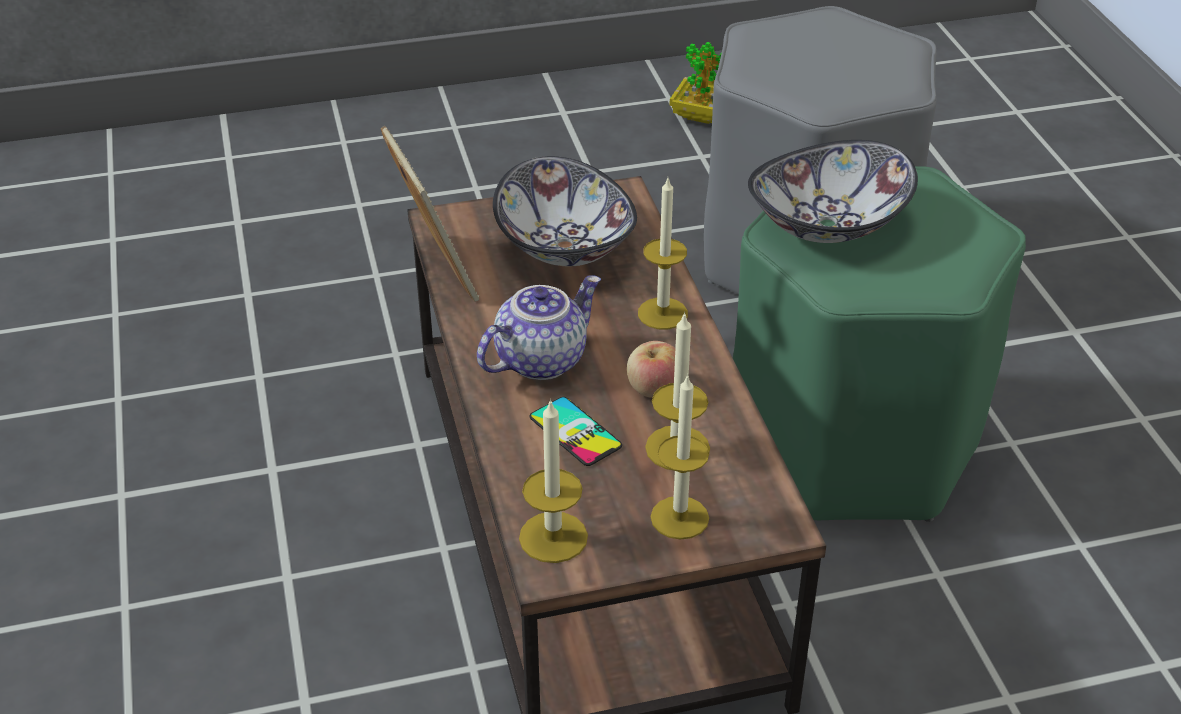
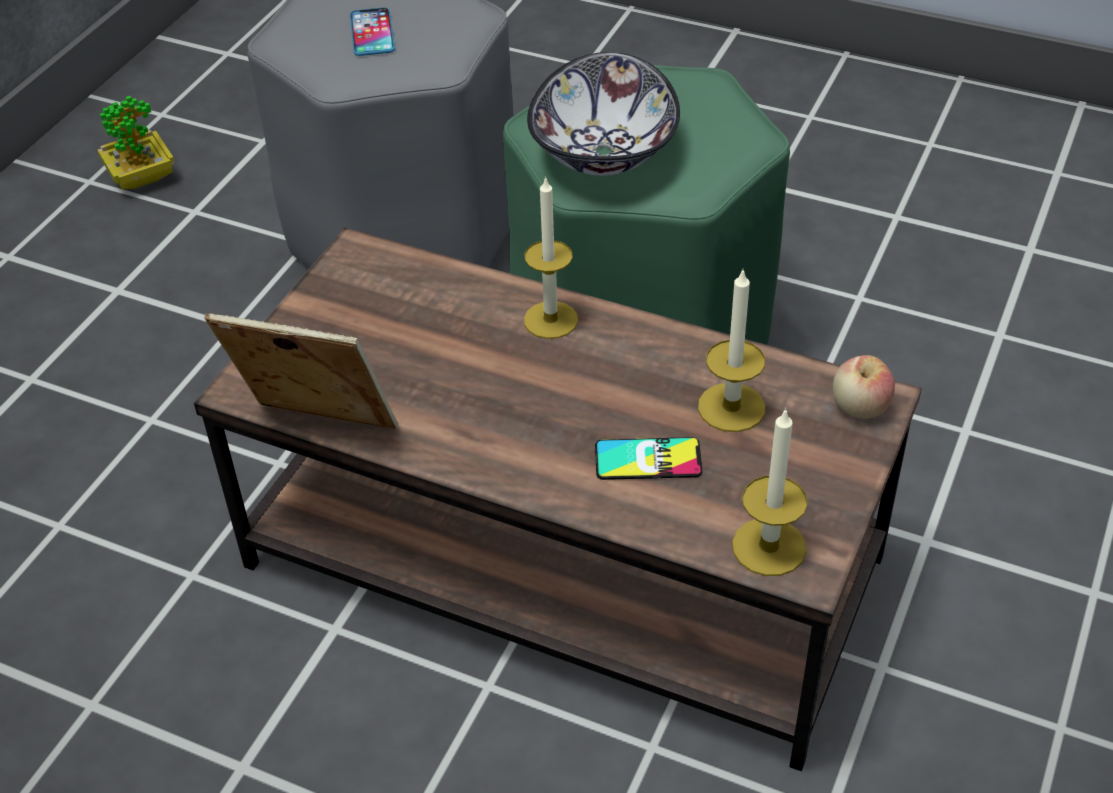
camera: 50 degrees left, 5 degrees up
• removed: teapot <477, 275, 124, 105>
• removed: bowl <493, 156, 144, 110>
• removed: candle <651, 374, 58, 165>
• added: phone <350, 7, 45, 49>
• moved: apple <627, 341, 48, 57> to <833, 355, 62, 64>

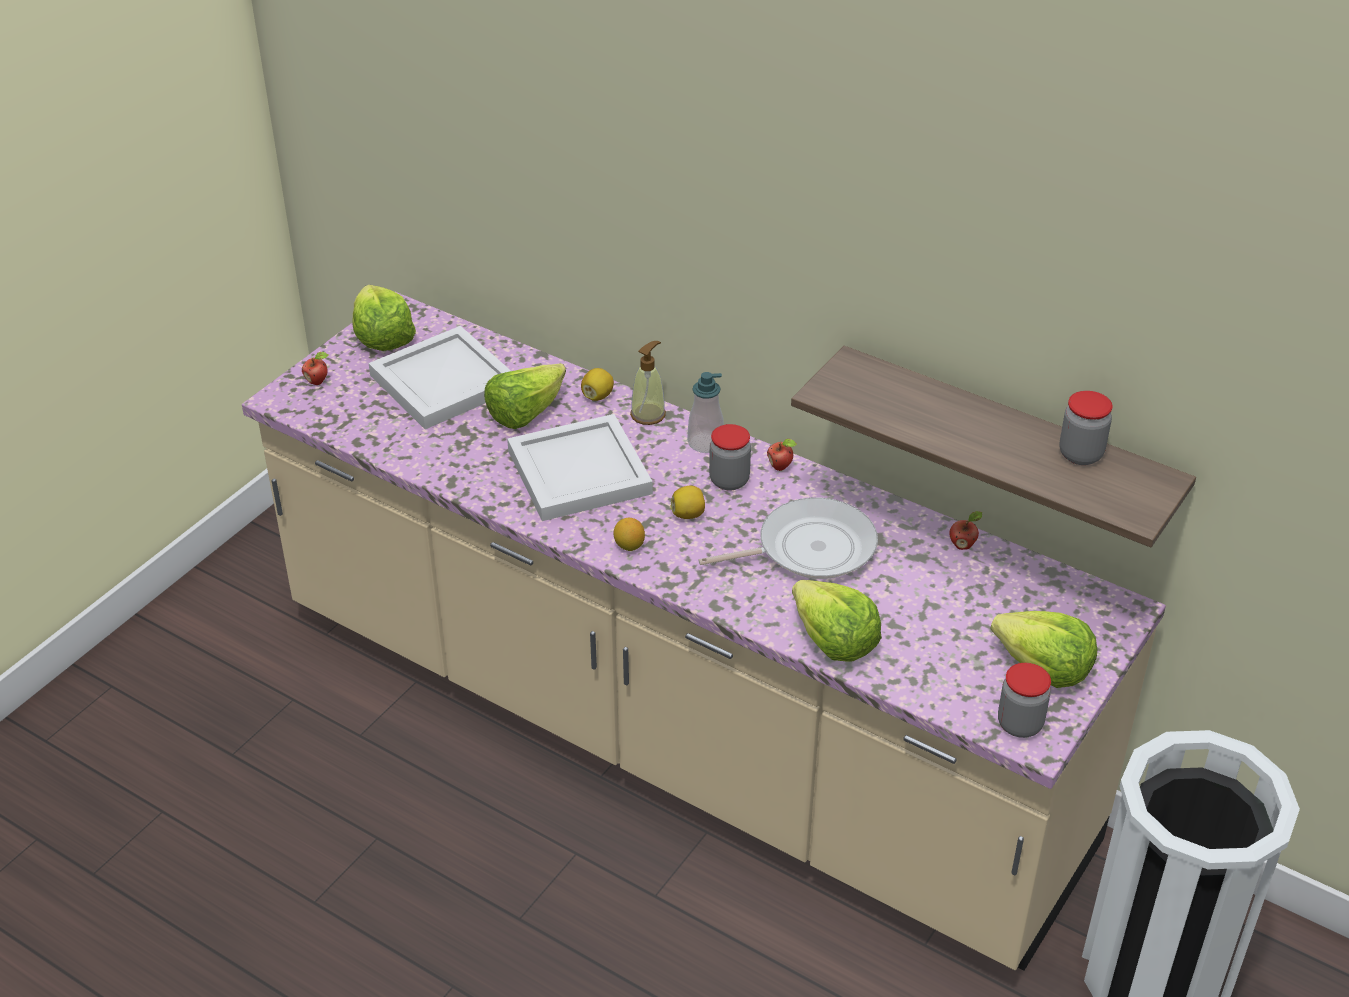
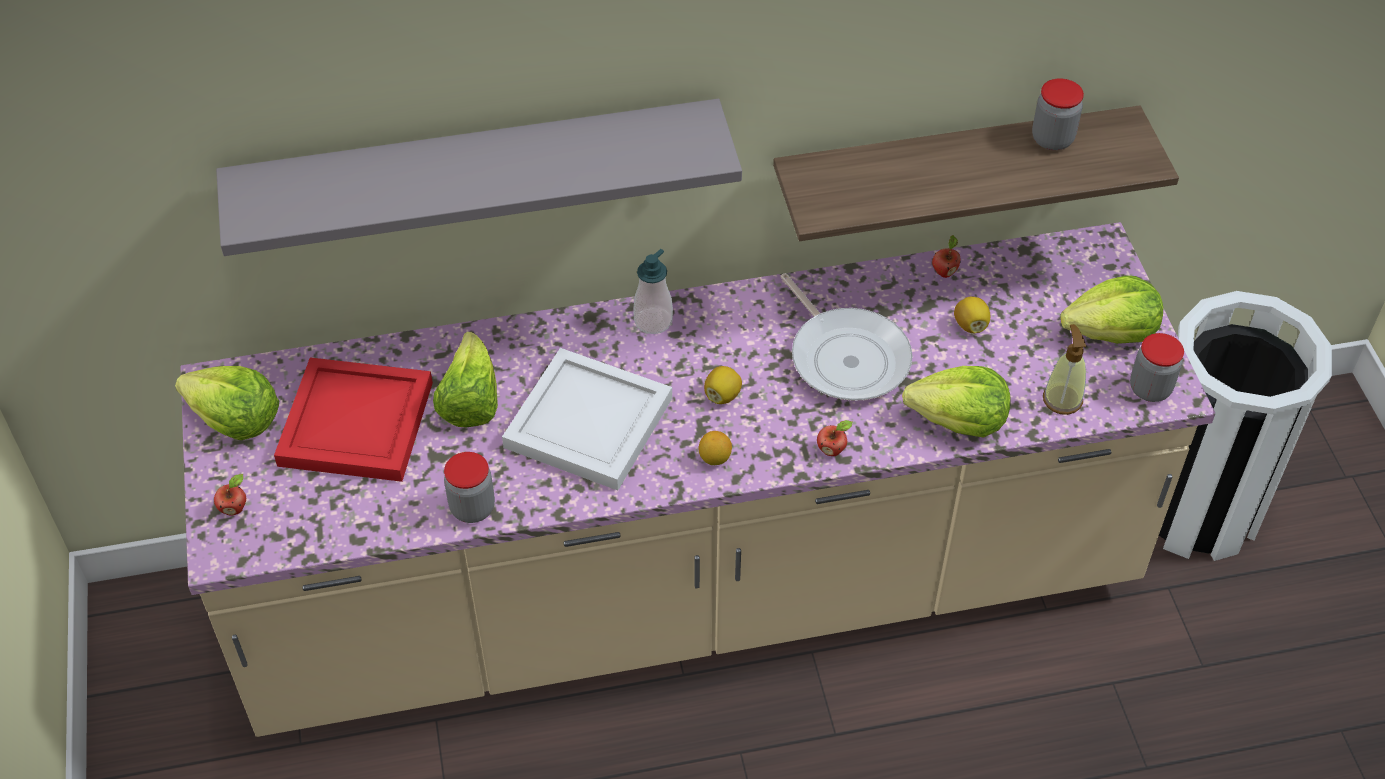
camera: 45 degrees left, 10 degrees up
• added: grey shelf <216, 99, 526, 157>
• moved: lemon <581, 368, 33, 33> to <954, 297, 36, 36>
• moved: soap dispenser <630, 341, 36, 84> to <1043, 324, 43, 91>
• moved: jar <709, 424, 42, 66> to <444, 452, 51, 71>
• moved: apple <767, 439, 30, 32> to <817, 420, 36, 36>
• recoloured: white tray <368, 326, 143, 103> to red tray <274, 357, 159, 125>
• turned: frying pan <698, 497, 180, 82> = <780, 273, 133, 128> 120 degrees clockwise

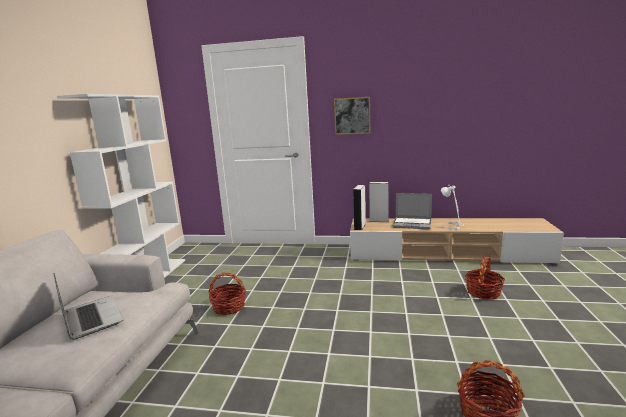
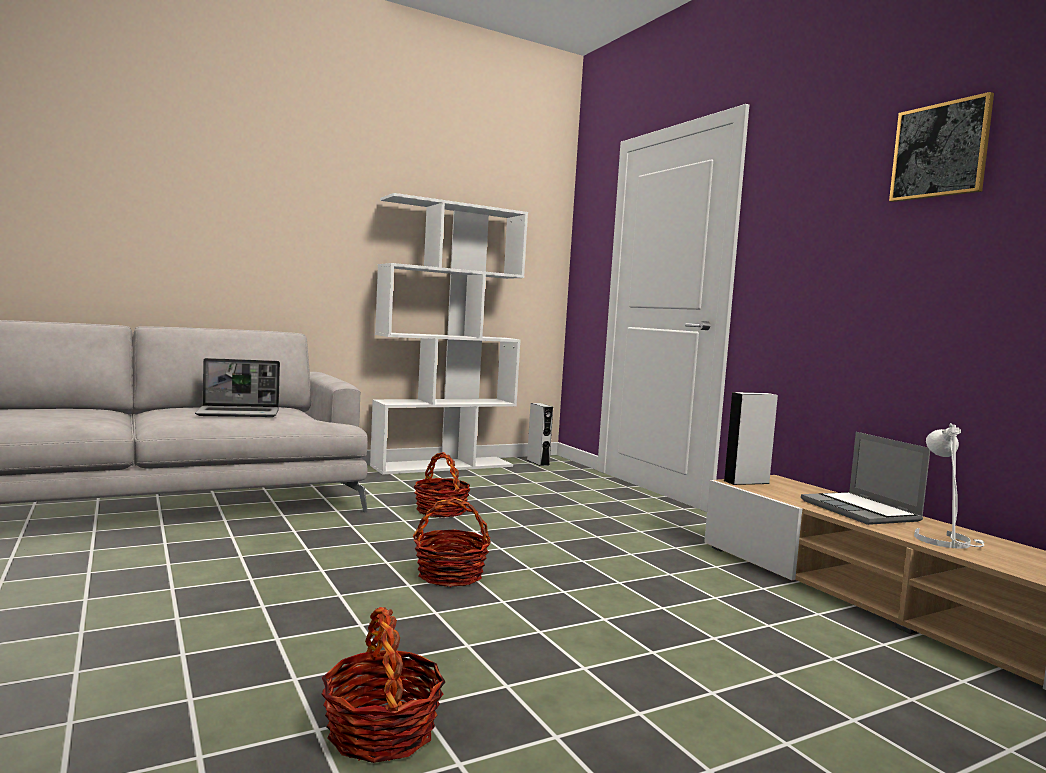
camera: 50 degrees right, 10 degrees down
• moved: picture <334, 97, 36, 38> to <889, 92, 105, 110>
• moved: grey speaker <369, 182, 20, 40> to <527, 403, 26, 63>
• moved: basket <465, 257, 40, 43> to <413, 498, 78, 89>
• turned: laptop <54, 273, 69, 67> = <195, 358, 85, 59> 60 degrees clockwise

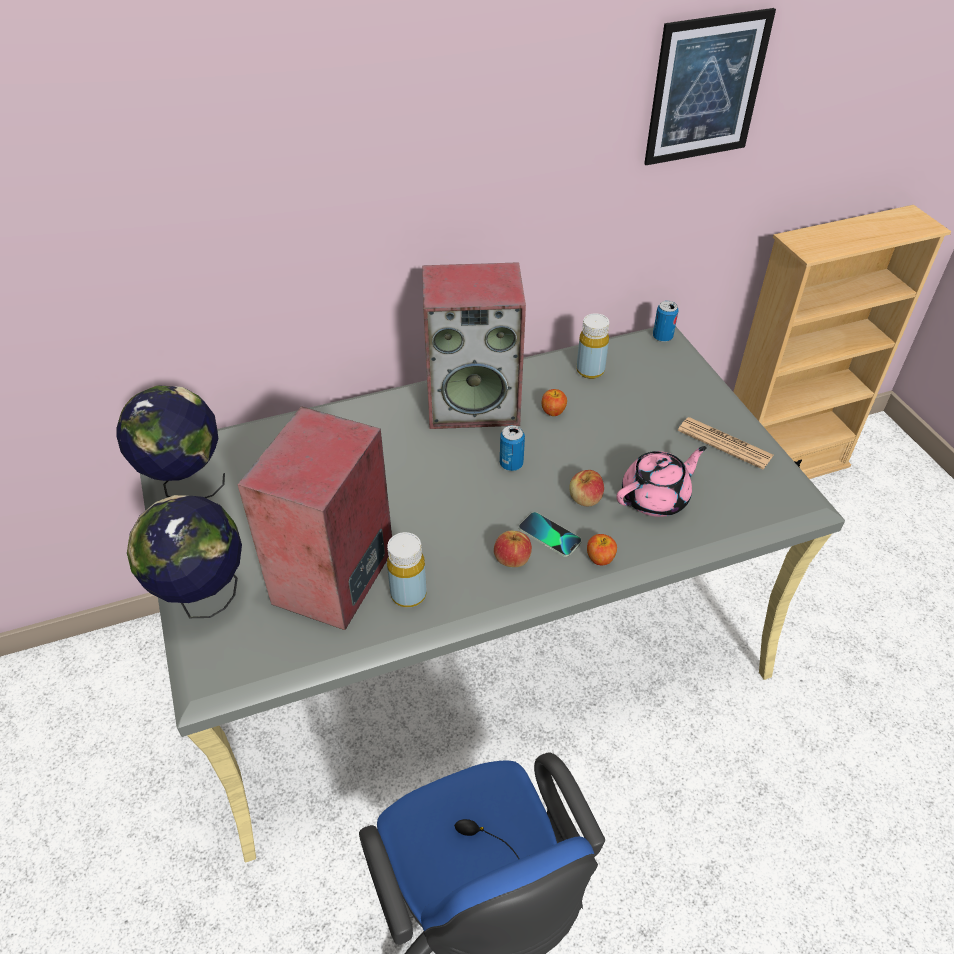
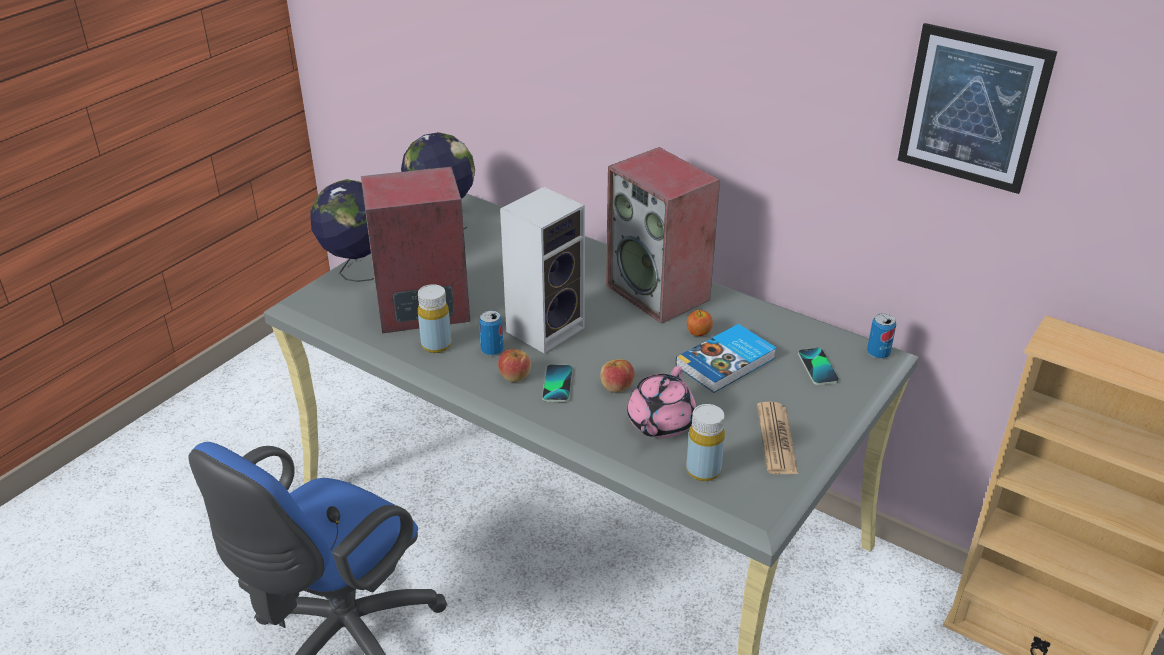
camera: 55 degrees right, 10 degrees down
• removed: apple <587, 534, 30, 31>
• added: speaker <500, 187, 85, 167>
• added: book <675, 324, 102, 69>
• added: phone <798, 348, 41, 37>
• moved: can <500, 425, 25, 46> to <479, 310, 25, 46>
• moved: yellow bottle <577, 313, 32, 66> to <686, 404, 39, 77>
• turned: pink teapot <616, 446, 91, 71> = <627, 366, 69, 72> 90 degrees clockwise

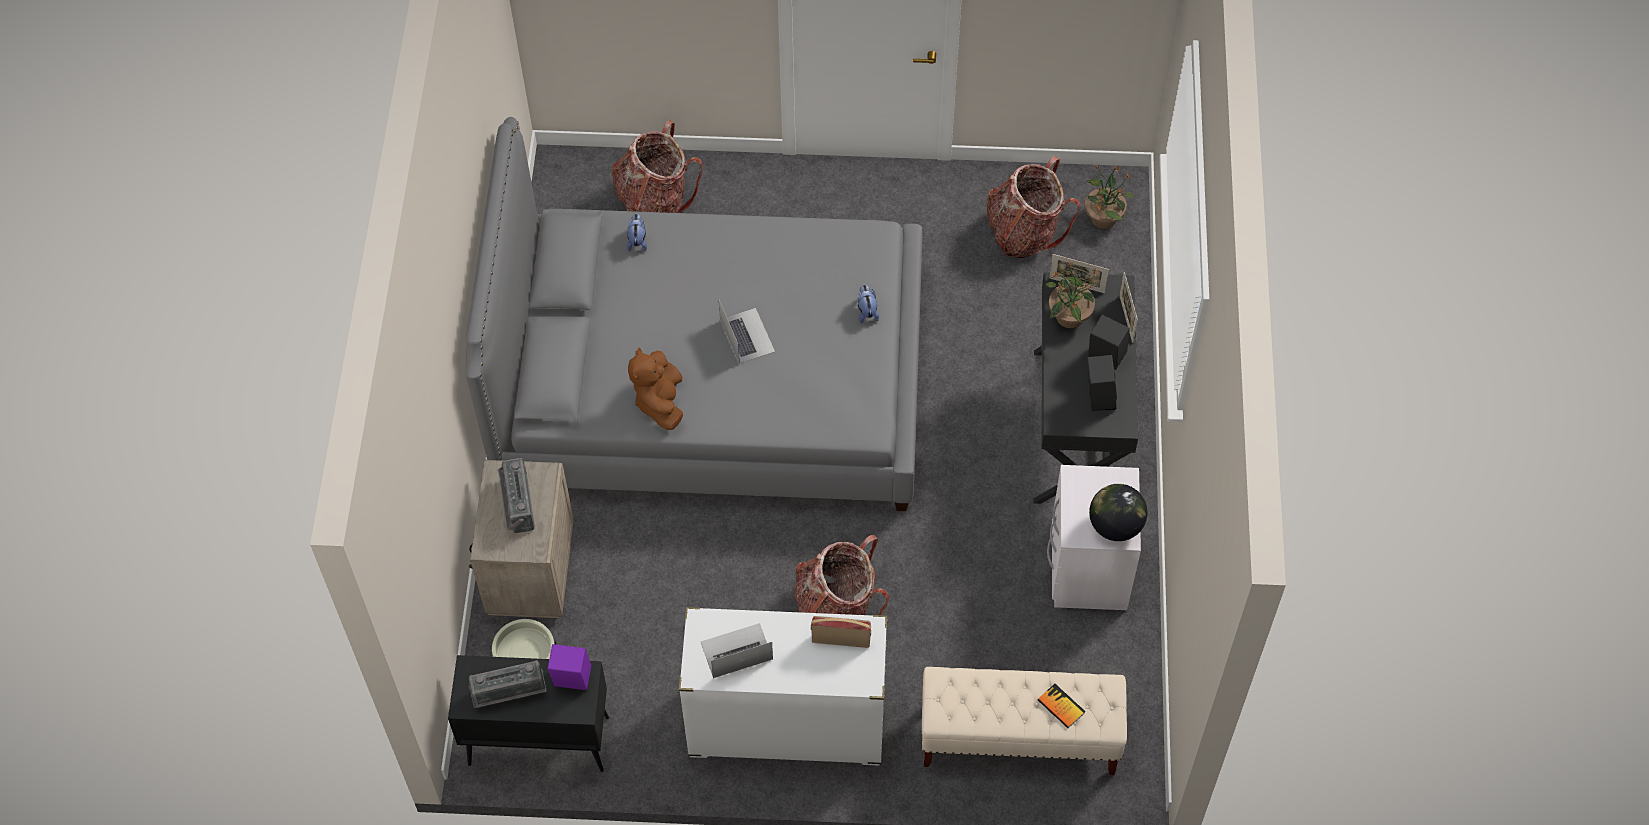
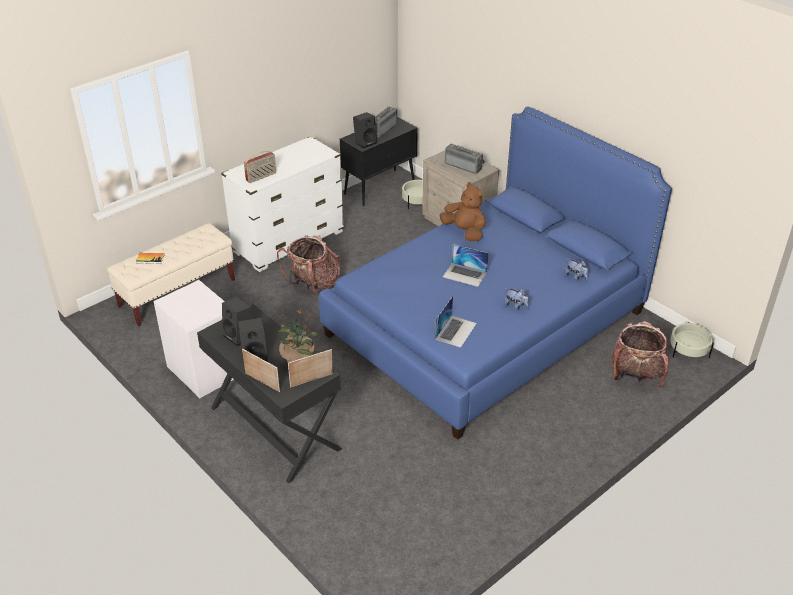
camera: 135 degrees right, 20 degrees down
• removed: backpack <987, 156, 93, 102>
• removed: potted plant <1084, 165, 50, 64>
• removed: globe <1089, 484, 58, 57>
• added: beige planter <670, 322, 44, 36>
• moved: laptop <701, 623, 72, 55> to <435, 296, 42, 52>
• moved: plush toy <858, 285, 21, 39> to <504, 288, 25, 22>
• recoloured: grey bed <466, 117, 457, 394> to blue bed <319, 107, 353, 333>
• recoloured: purple speaker <547, 644, 45, 46> to black speaker <353, 112, 24, 36>

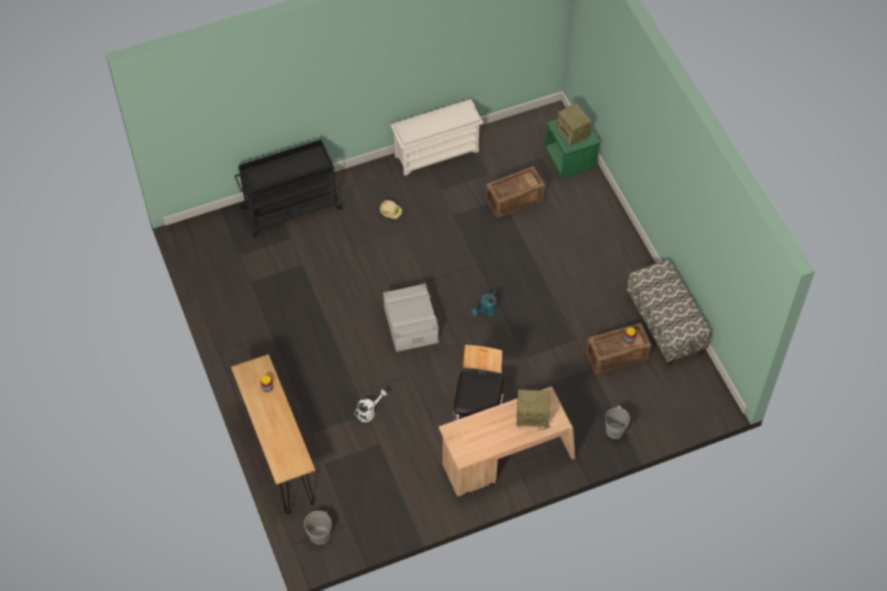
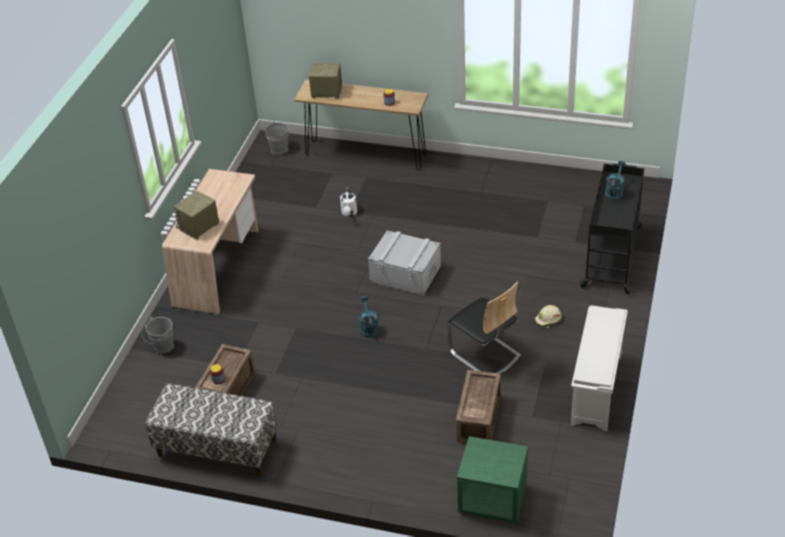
camera: 130 degrees right, 15 degrees down
• added: turquoise watering can <605, 161, 21, 39>
• moved: chair <453, 345, 51, 76> to <447, 281, 74, 93>
• moved: radio <556, 103, 36, 43> to <309, 63, 33, 36>

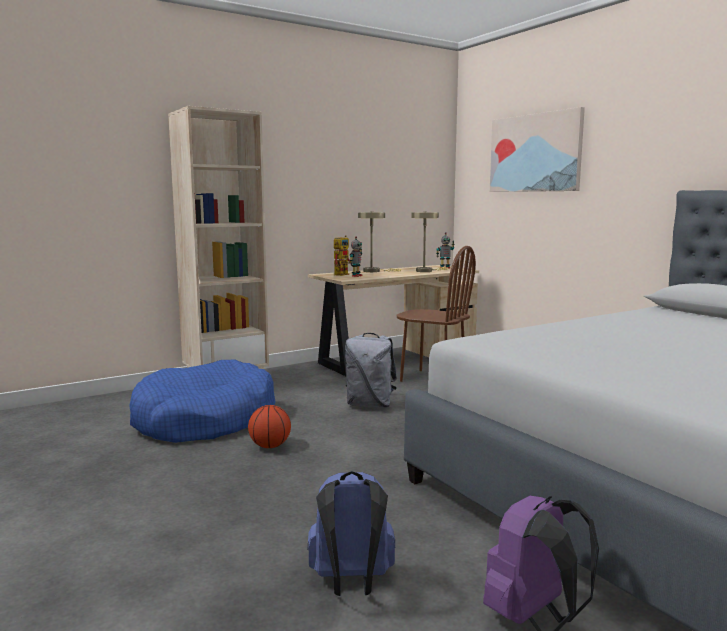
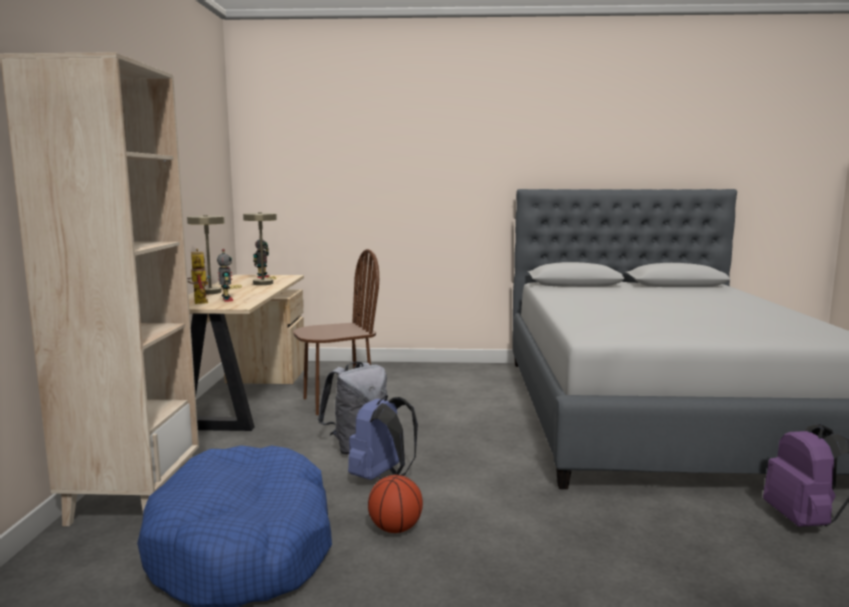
camera: 55 degrees left, 0 degrees up
• removed: picture <490, 107, 95, 85>
• moved: blue backpack <307, 471, 88, 125> to <348, 395, 70, 85>

